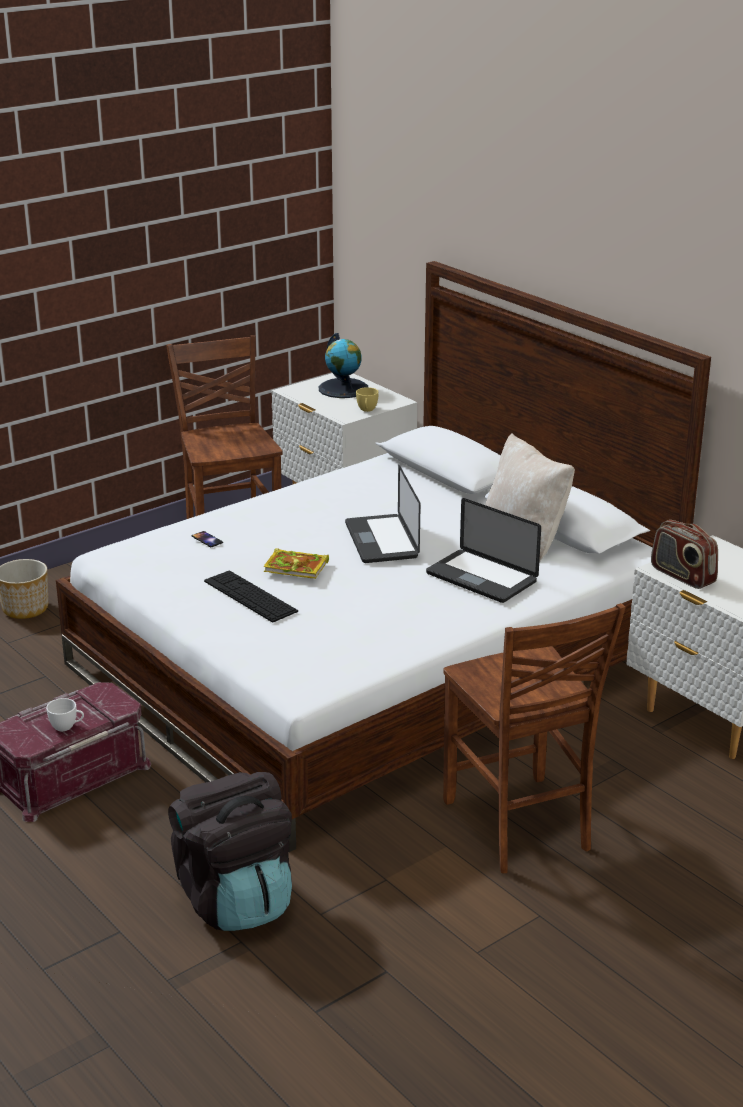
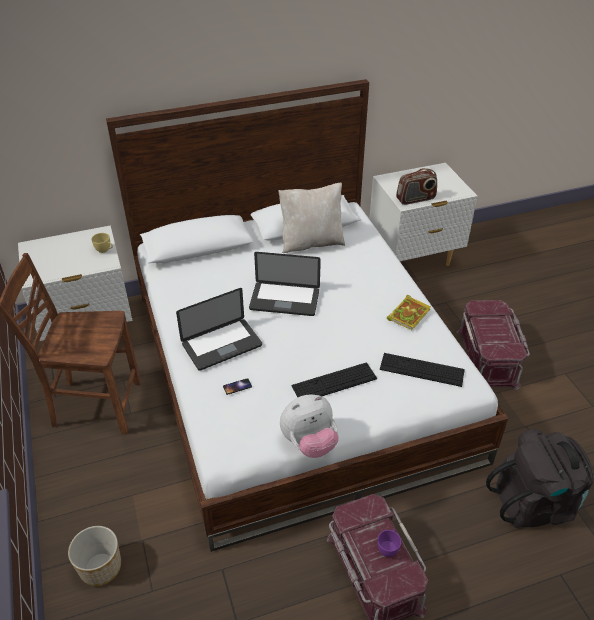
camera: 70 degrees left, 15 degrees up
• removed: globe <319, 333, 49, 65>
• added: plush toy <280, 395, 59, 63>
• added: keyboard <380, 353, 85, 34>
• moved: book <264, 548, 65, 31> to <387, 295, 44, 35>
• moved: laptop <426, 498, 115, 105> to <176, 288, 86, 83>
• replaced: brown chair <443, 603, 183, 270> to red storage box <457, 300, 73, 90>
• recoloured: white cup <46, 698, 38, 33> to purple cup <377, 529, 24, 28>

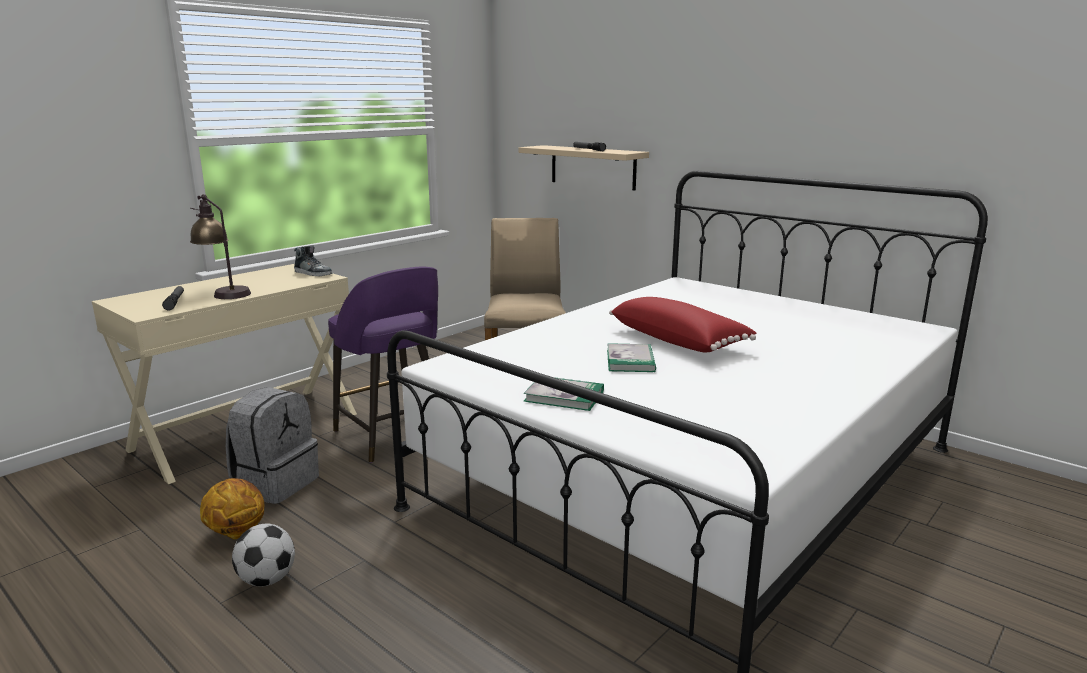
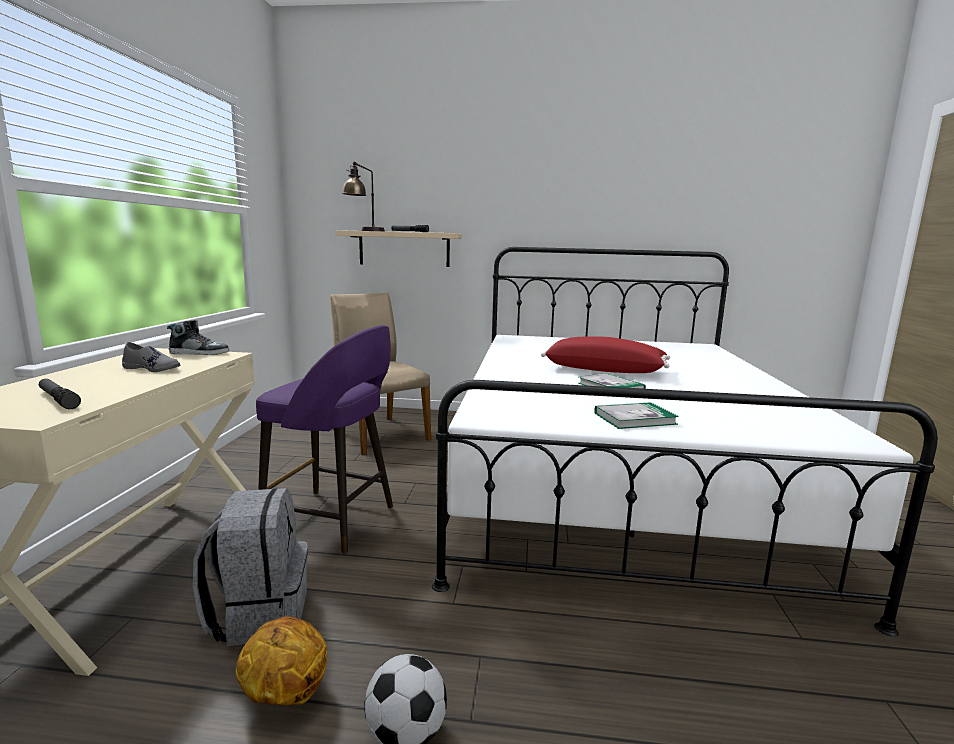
camera: 35 degrees left, 5 degrees down
• added: grey shoe <122, 342, 58, 30>
• moved: table lamp <190, 194, 61, 105> to <342, 162, 43, 69>

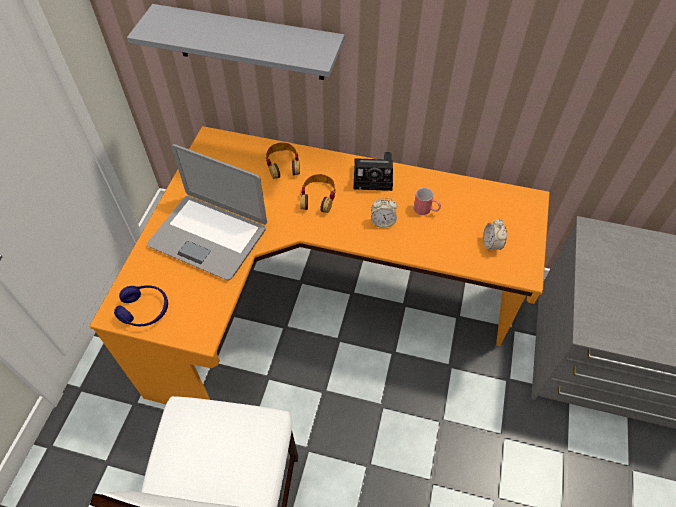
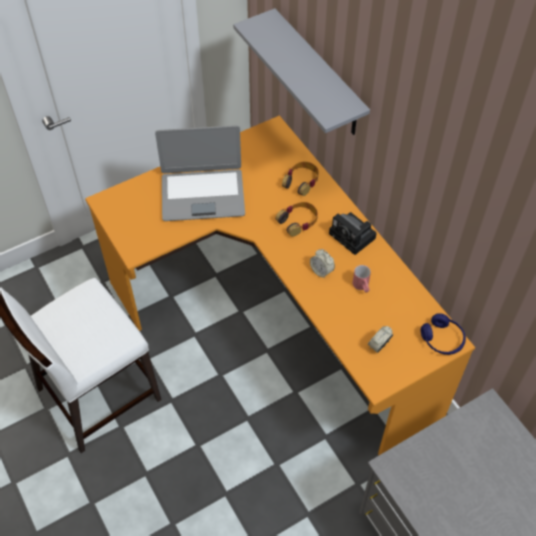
camera: 45 degrees right, 0 degrees up
• moved: blue headphones <114, 285, 54, 41> to <421, 313, 45, 42>
• turned: laptop <147, 144, 120, 136> = <155, 125, 90, 96> 75 degrees counterclockwise

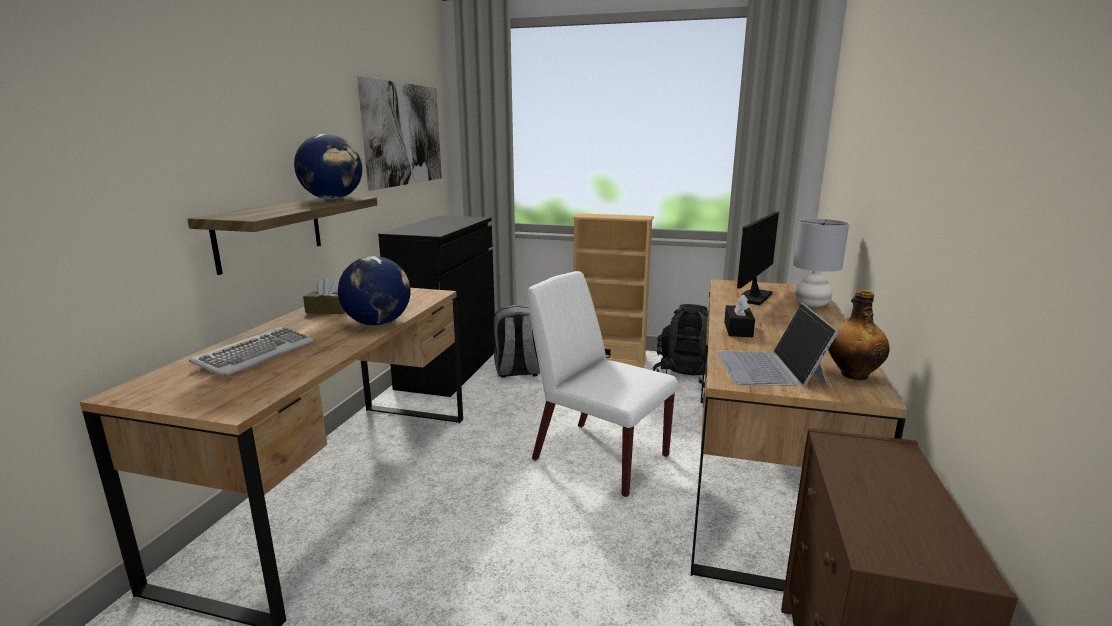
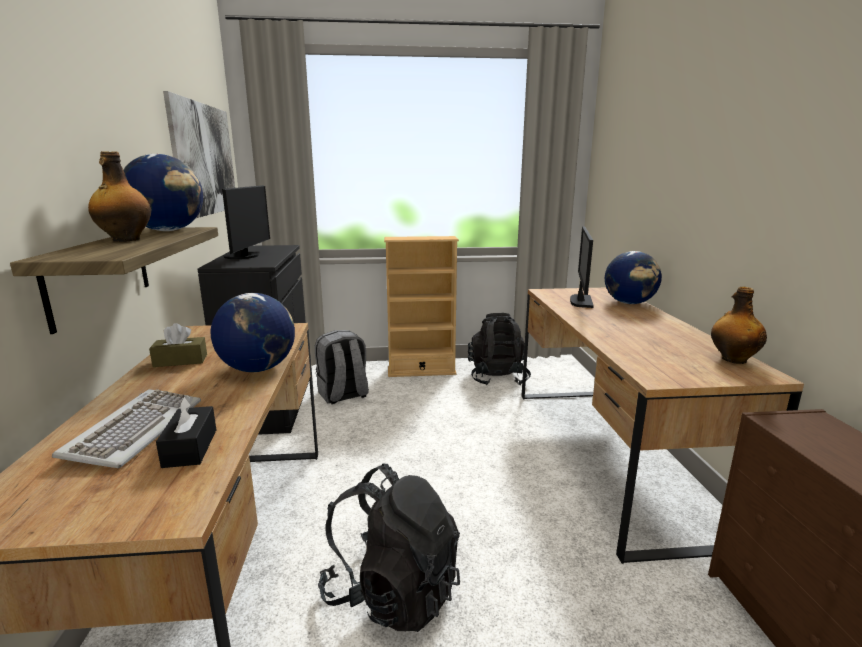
camera: 20 degrees left, 0 degrees up
• removed: white chair <527, 271, 151, 226>
• removed: laptop <716, 303, 123, 84>
• added: bottle <88, 151, 63, 91>
• added: monitor <222, 185, 48, 74>
• added: black backpack <318, 463, 142, 169>
• moved: black tissue box <724, 294, 31, 43> to <156, 396, 60, 72>
• replaced: grey table lamp <793, 219, 56, 88> to globe <605, 251, 57, 53>

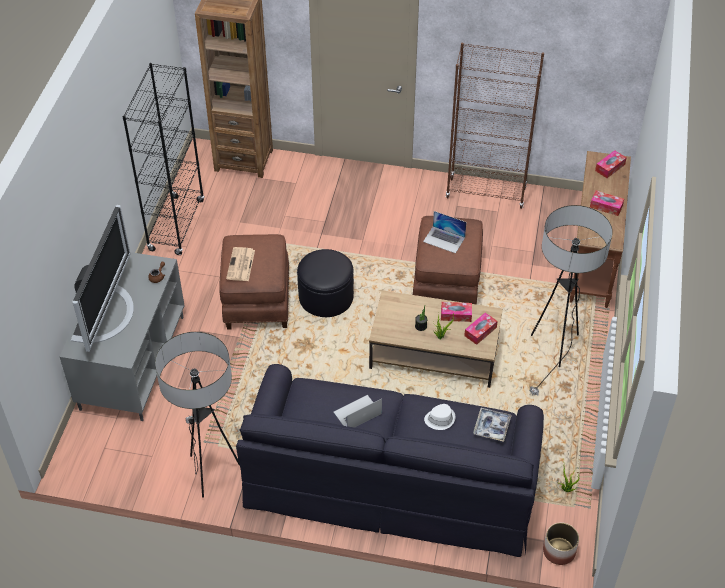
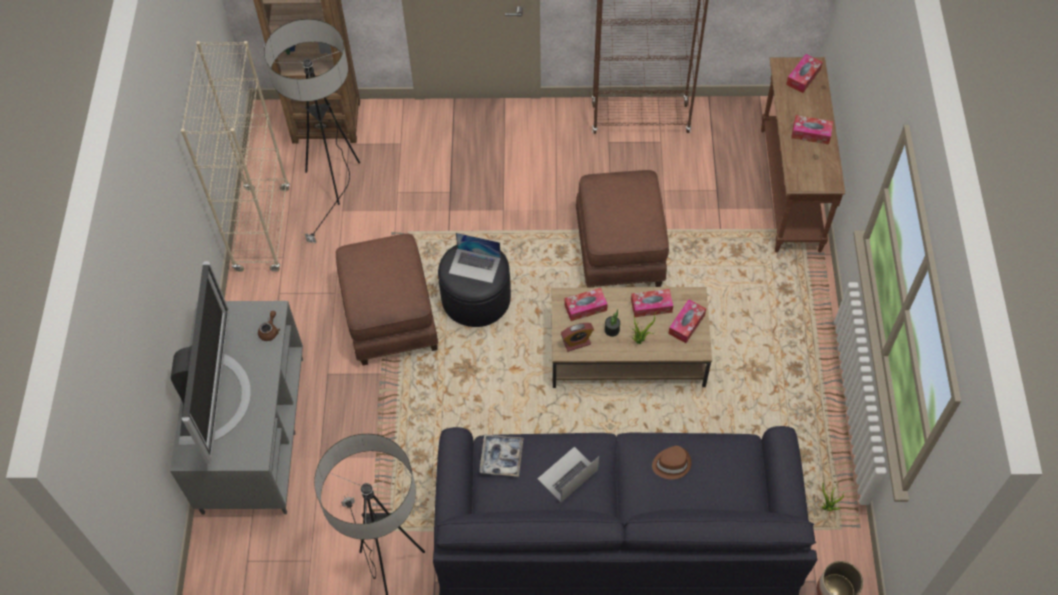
camera: 10 degrees left, 10 degrees up
• removed: newspaper <226, 247, 29, 34>
• added: alarm clock <561, 323, 33, 29>
• added: tissue box <564, 288, 44, 33>
• moved: laptop <423, 211, 44, 42> to <449, 233, 52, 50>
• moved: tray <473, 408, 39, 34> to <480, 434, 43, 43>
• moved: floor lamp <530, 205, 83, 191> to <264, 19, 96, 225>
• recoloured: black bookcase <122, 63, 83, 192> to beige bookcase <181, 41, 109, 231>
• recoloured: white hat <424, 404, 32, 26> to brown hat <652, 446, 39, 33>

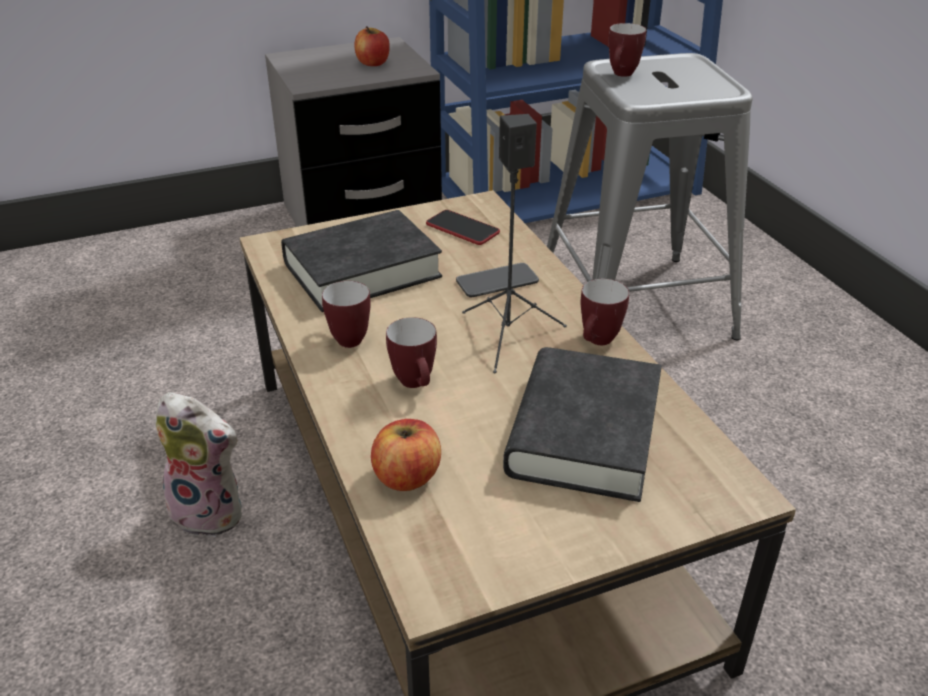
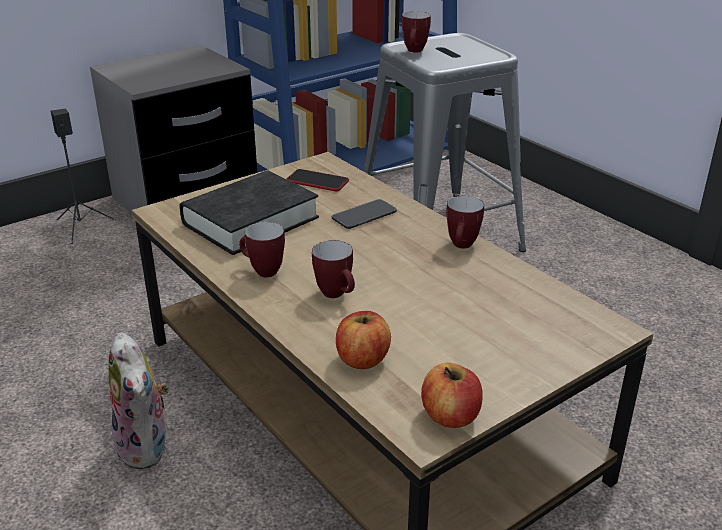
camera: 15 degrees left, 5 degrees down
• removed: black book <503, 347, 159, 155>
• moved: apple <354, 26, 36, 40> to <421, 363, 62, 65>
• moved: black speaker <462, 114, 105, 259> to <51, 109, 63, 135>
• turned: plush toy <155, 392, 87, 146> = <108, 332, 61, 137> 60 degrees clockwise

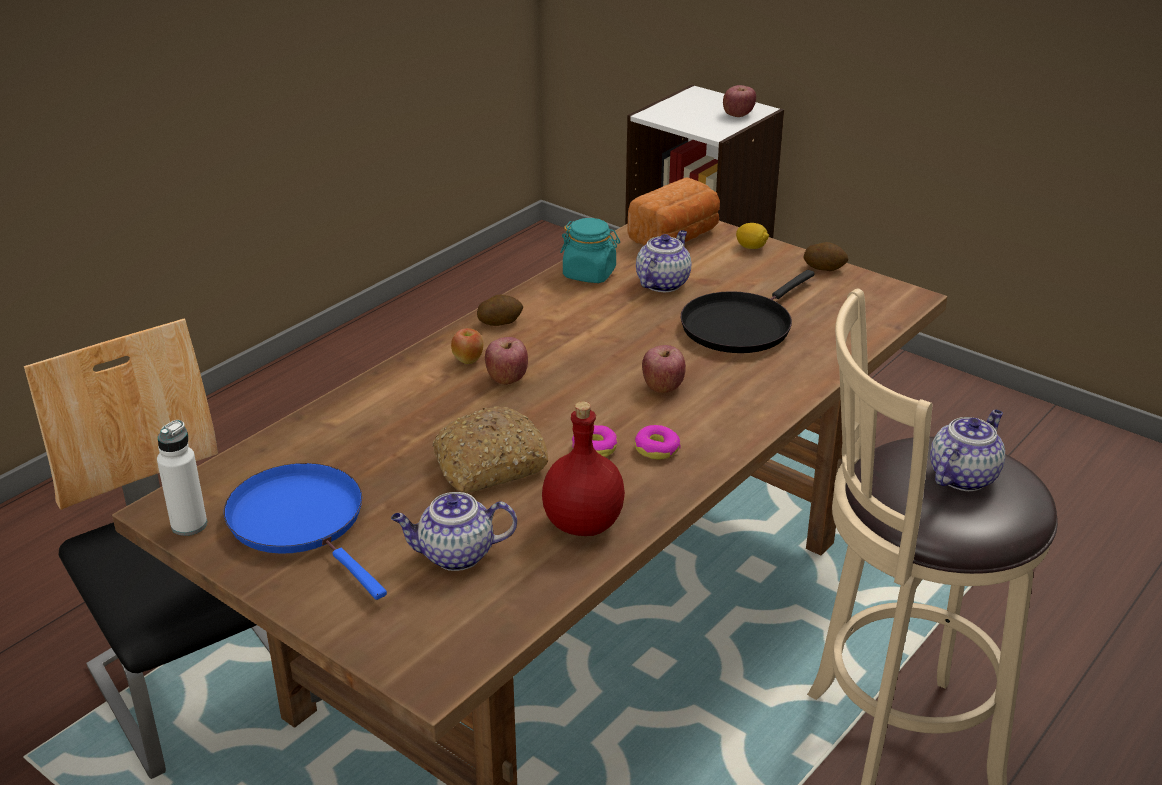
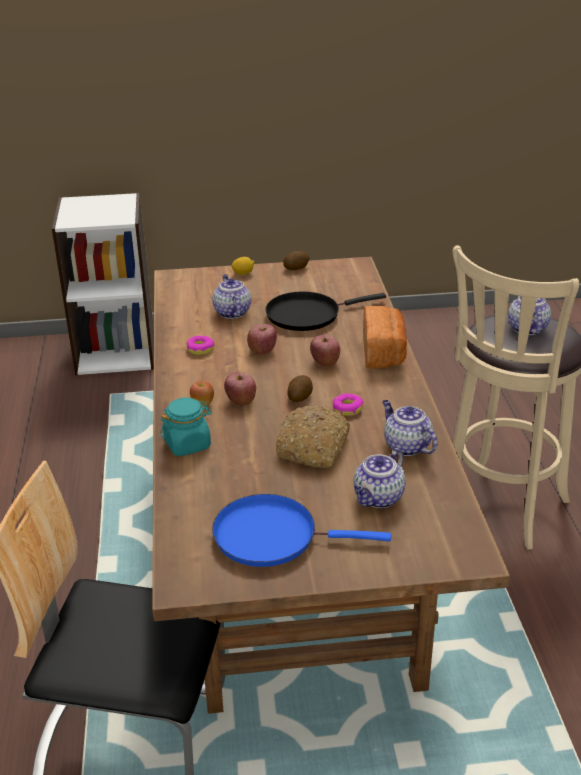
camera: 45 degrees left, 0 degrees up
• removed: white bottle <157, 420, 50, 116>
• moved: potato <477, 295, 46, 31> to <287, 375, 26, 27>
• moved: turquoise jar <560, 218, 60, 65> to <160, 398, 52, 58>
• moved: bread <627, 177, 93, 68> to <363, 306, 44, 63>
• moved: donut <635, 425, 46, 35> to <187, 336, 28, 19>
• moved: apple <723, 85, 33, 32> to <247, 324, 30, 30>
• replaced: red bottle <542, 401, 83, 135> to teapot <382, 400, 56, 56>
• turned: black frying pan <681, 270, 134, 83> = <265, 291, 121, 40> 75 degrees clockwise

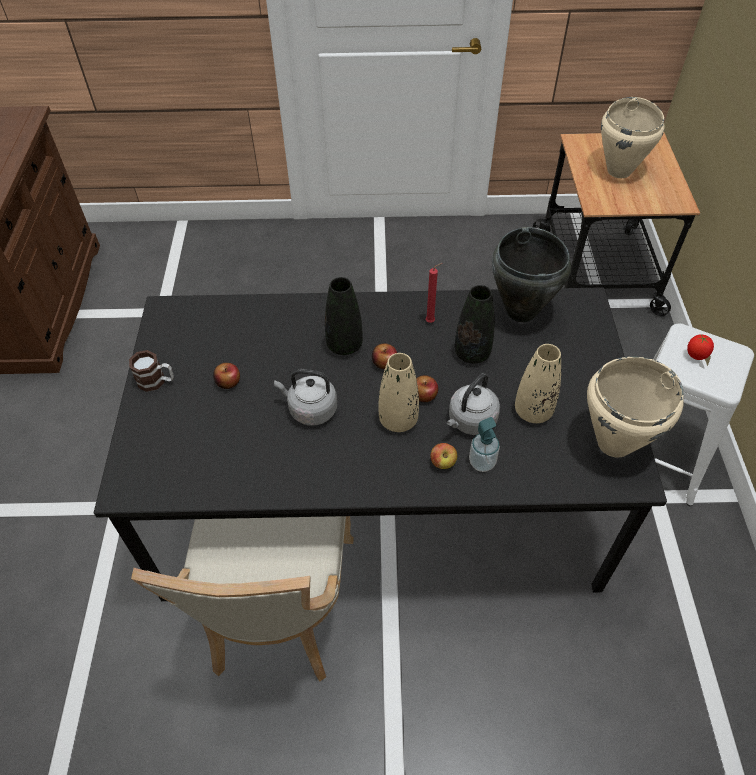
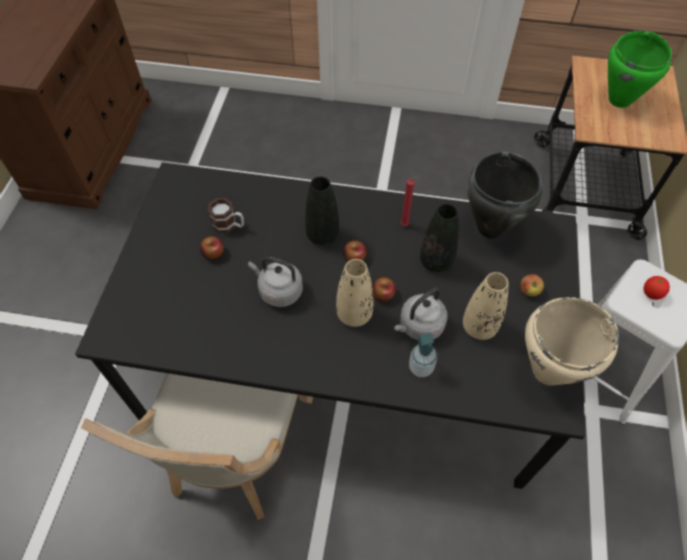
camera: 10 degrees right, 5 degrees up
• moved: mug <129, 350, 45, 42> to <208, 198, 36, 36>
• moved: apple <430, 443, 27, 26> to <520, 274, 24, 22>
• recoloured: beige cooking pot <601, 97, 63, 81> to green cooking pot <608, 30, 64, 78>

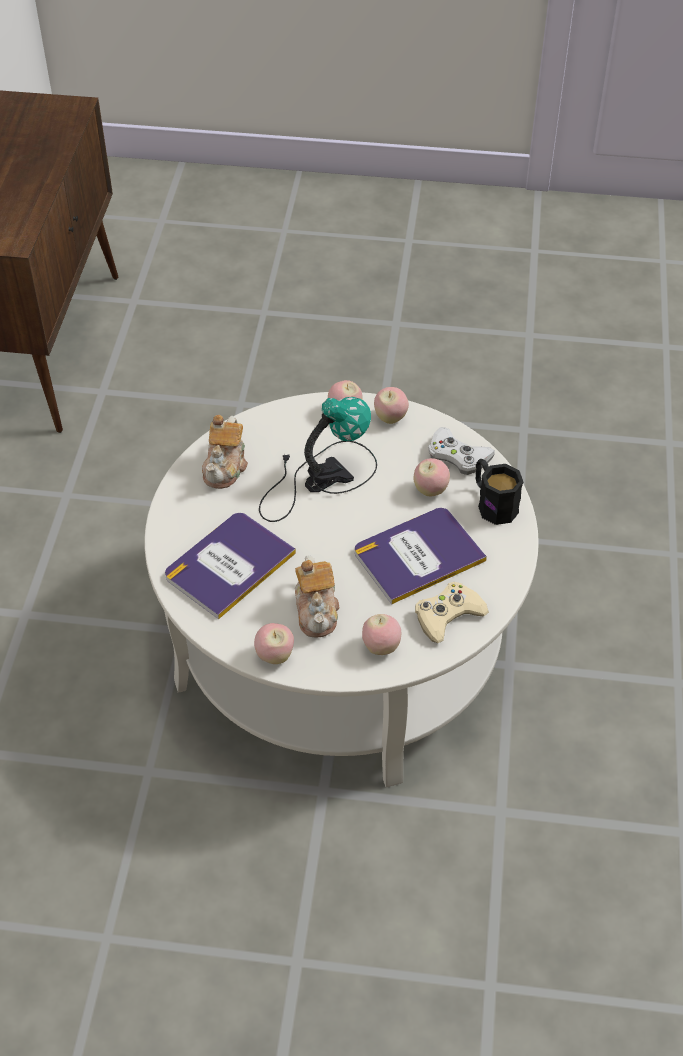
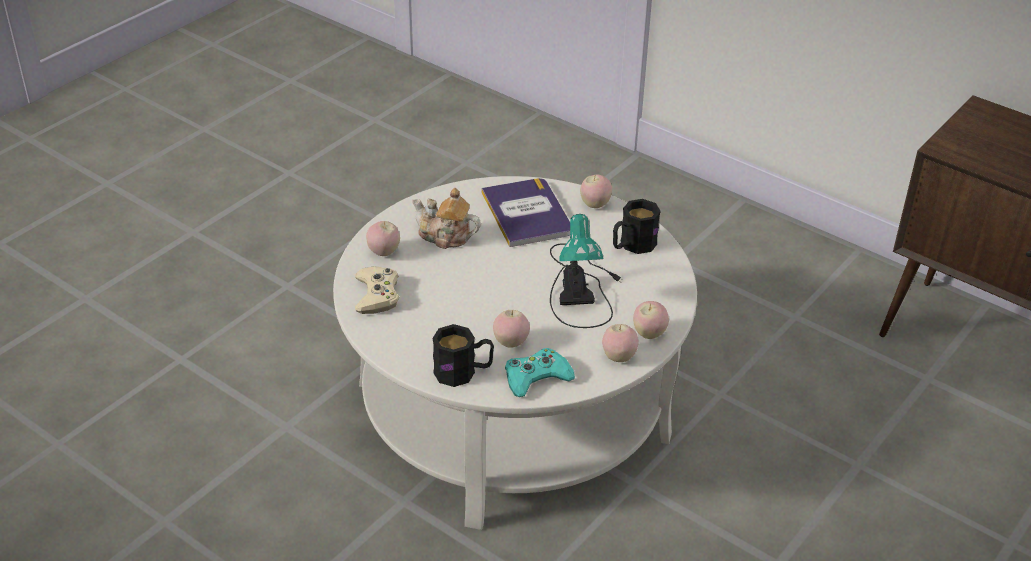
camera: 120 degrees right, 10 degrees down
• removed: book <355, 508, 132, 96>
• moved: apple <254, 623, 40, 41> to <580, 174, 32, 34>
• replaced: teapot <202, 415, 46, 74> to black mug <613, 199, 48, 55>
• recoloured: white game controller <428, 427, 67, 48> to turquoise game controller <505, 348, 70, 49>

